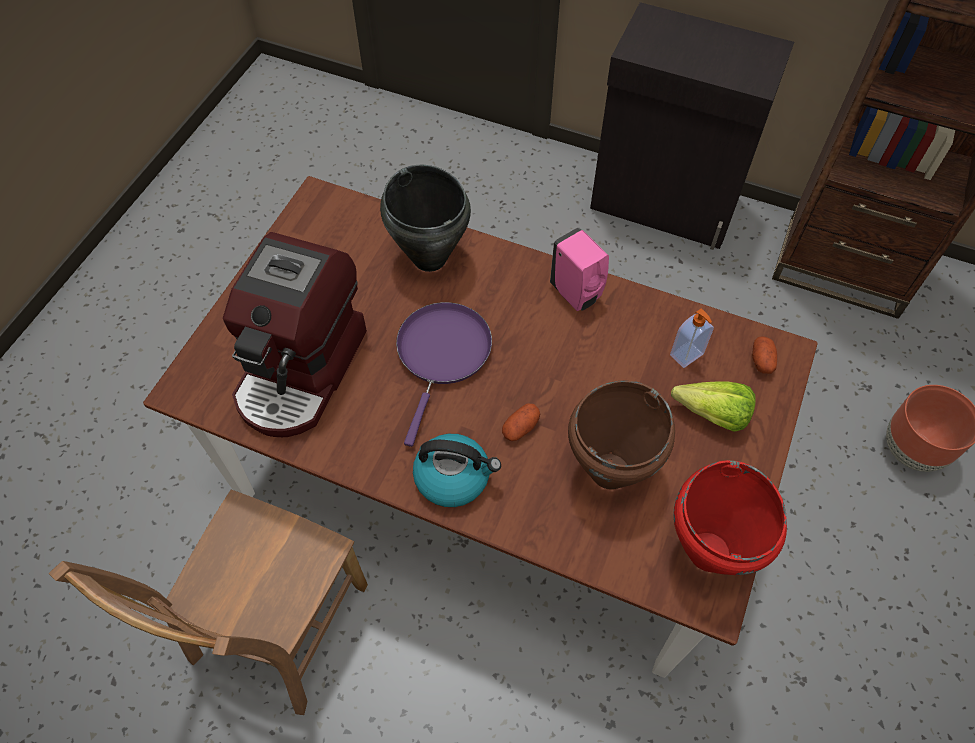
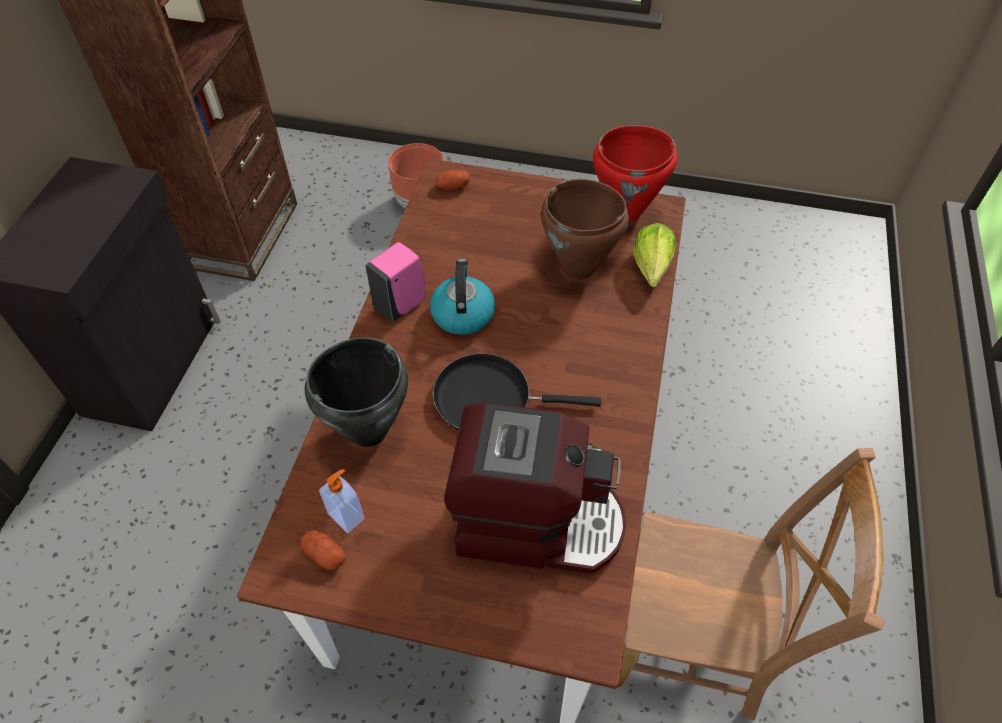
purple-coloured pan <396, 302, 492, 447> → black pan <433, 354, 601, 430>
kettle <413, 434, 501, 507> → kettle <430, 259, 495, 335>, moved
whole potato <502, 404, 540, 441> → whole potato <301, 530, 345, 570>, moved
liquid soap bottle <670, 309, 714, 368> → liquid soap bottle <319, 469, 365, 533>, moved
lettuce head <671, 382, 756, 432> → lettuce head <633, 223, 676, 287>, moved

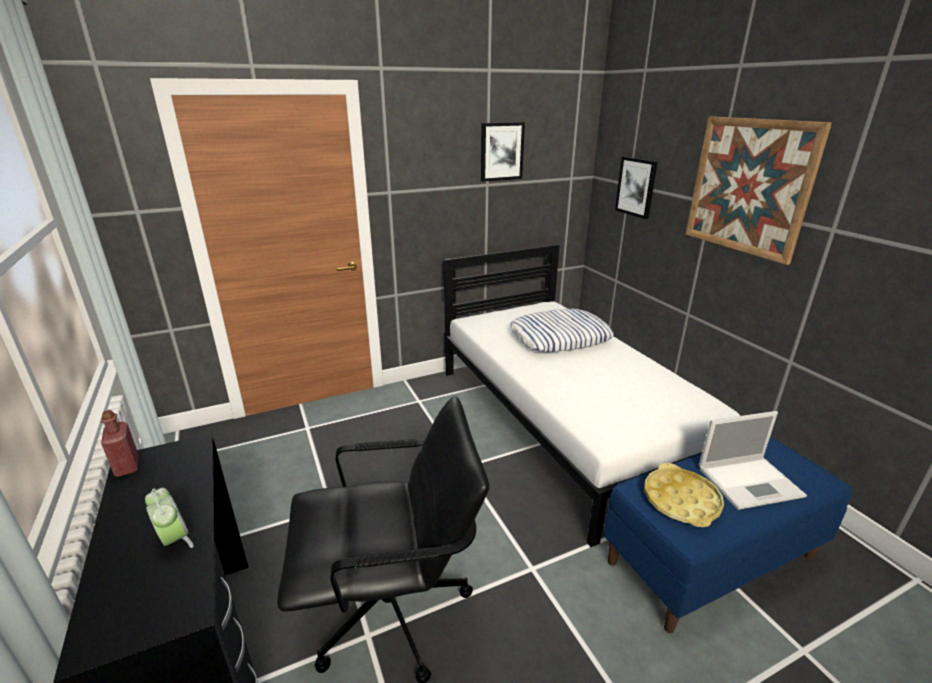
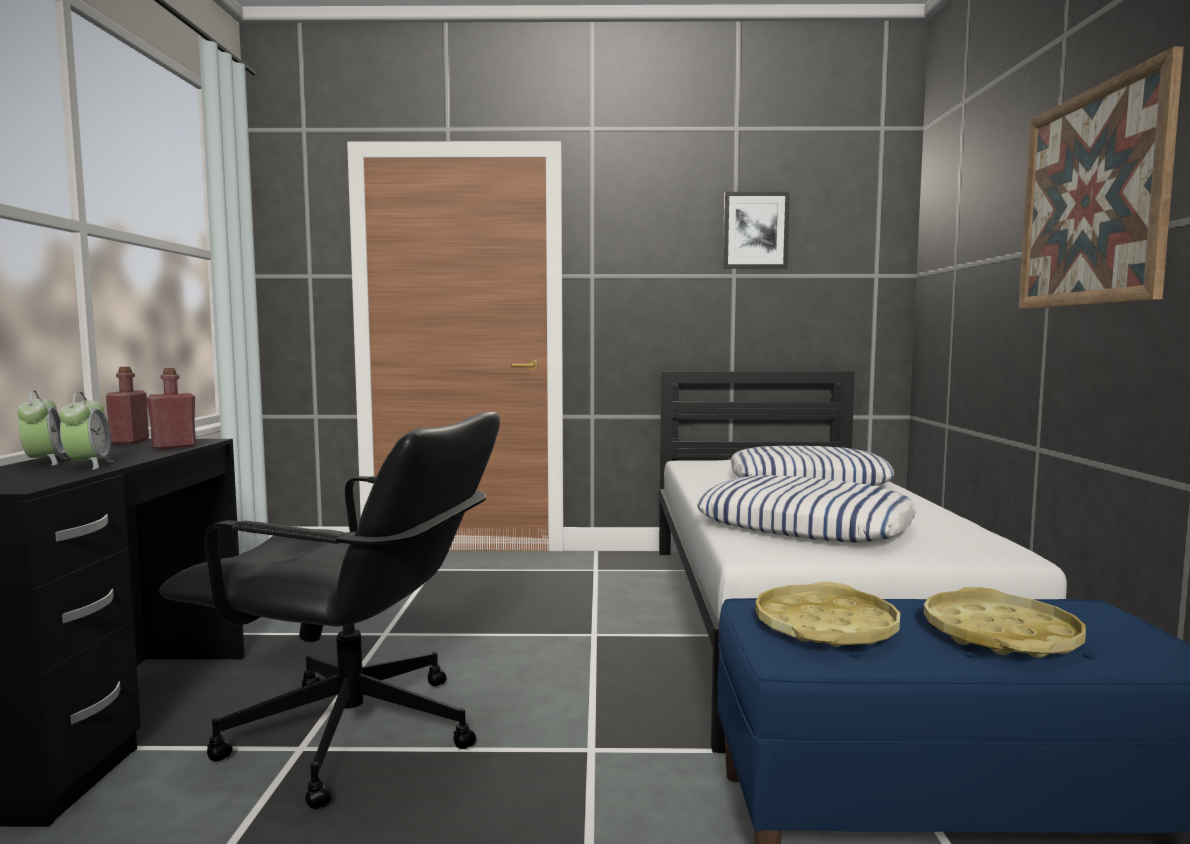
wall picture <615, 156, 657, 219> → -
laptop <699, 411, 807, 510> → yellow-coloured carrying tray <924, 587, 1086, 658>
- → table clock <18, 391, 66, 465>
- → red bottle <146, 368, 196, 450>
- → pillow <697, 475, 916, 543>

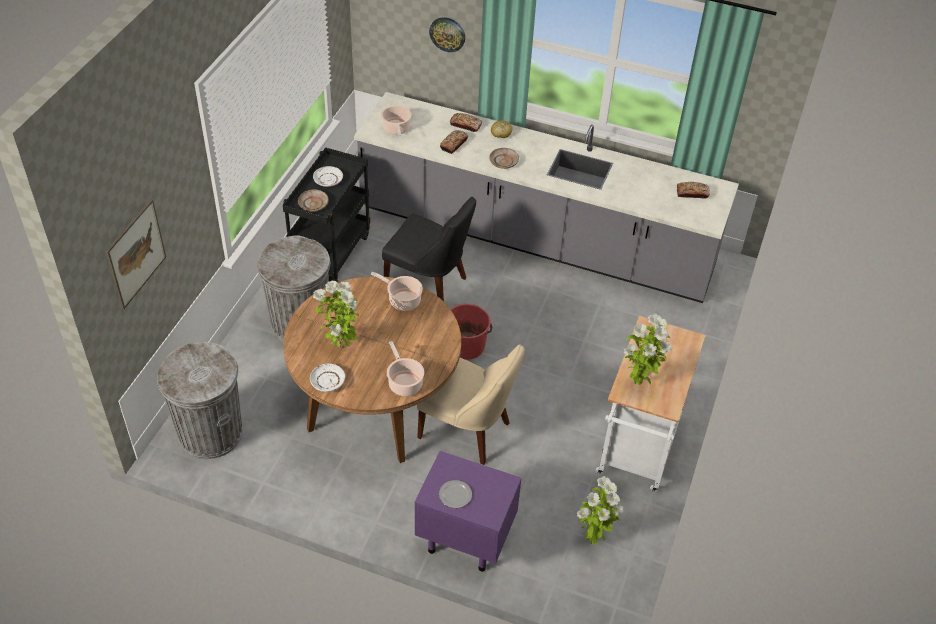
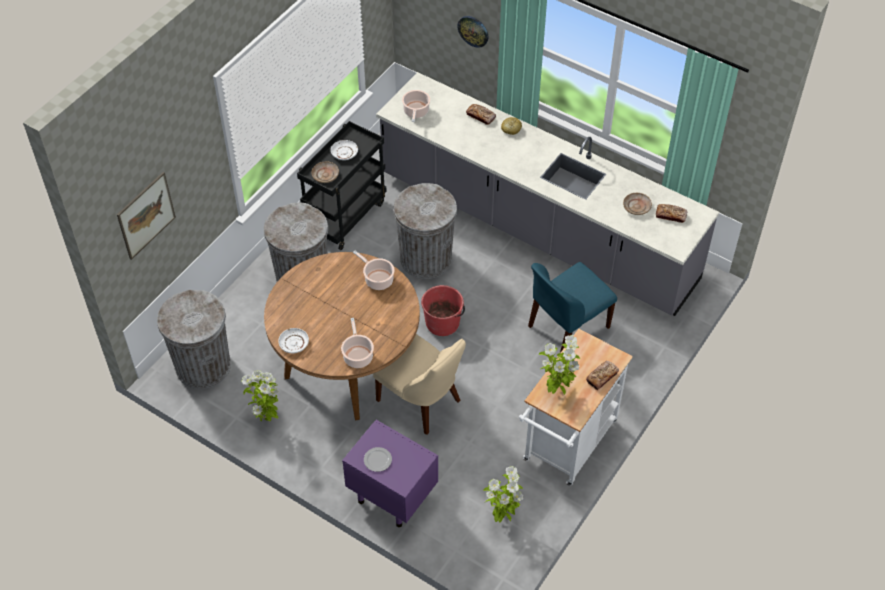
houseplant <313, 281, 359, 348> → houseplant <241, 370, 278, 422>, moved
black chair <382, 197, 476, 302> → grey trash can <393, 183, 457, 279>
bread <440, 130, 468, 154> → bread <586, 361, 619, 390>, moved
sand-coloured flat dish <489, 148, 519, 169> → sand-coloured flat dish <623, 193, 652, 215>, moved
- → blue-coloured chair <528, 262, 617, 353>

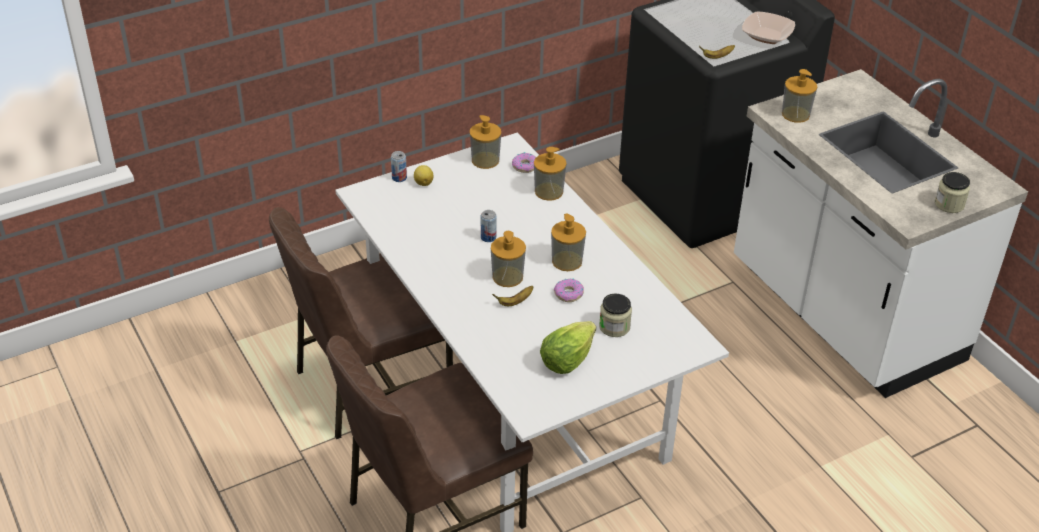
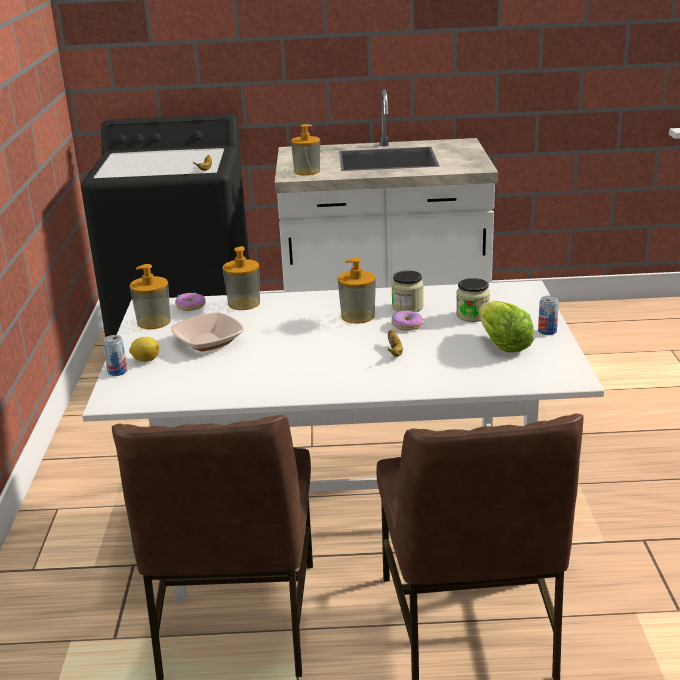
can <481, 210, 497, 242> → can <538, 296, 559, 335>, moved
liquid soap bottle <491, 231, 526, 287> → -
bowl <742, 11, 795, 44> → bowl <171, 312, 244, 351>, moved
storage jar <935, 172, 970, 213> → storage jar <391, 270, 424, 312>, moved

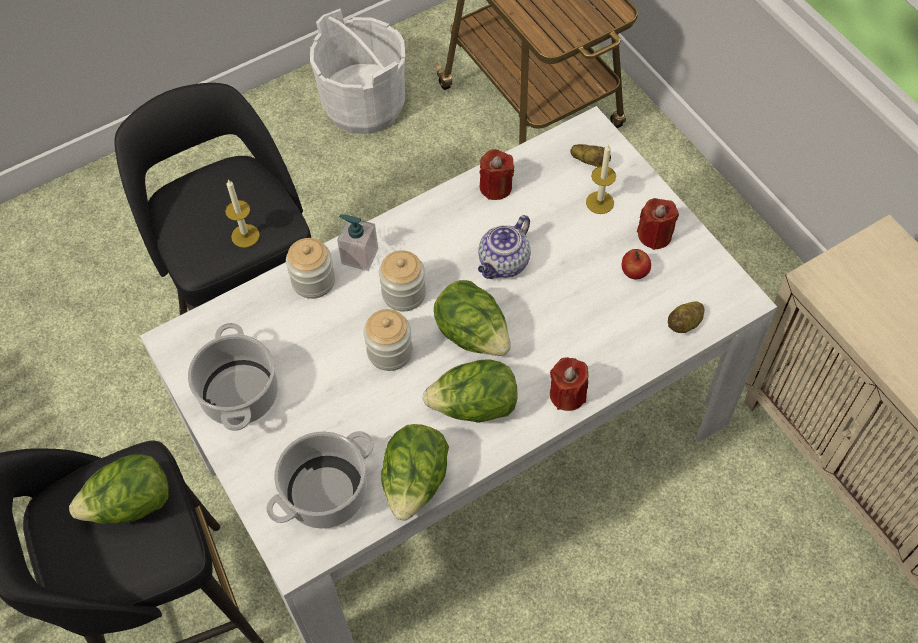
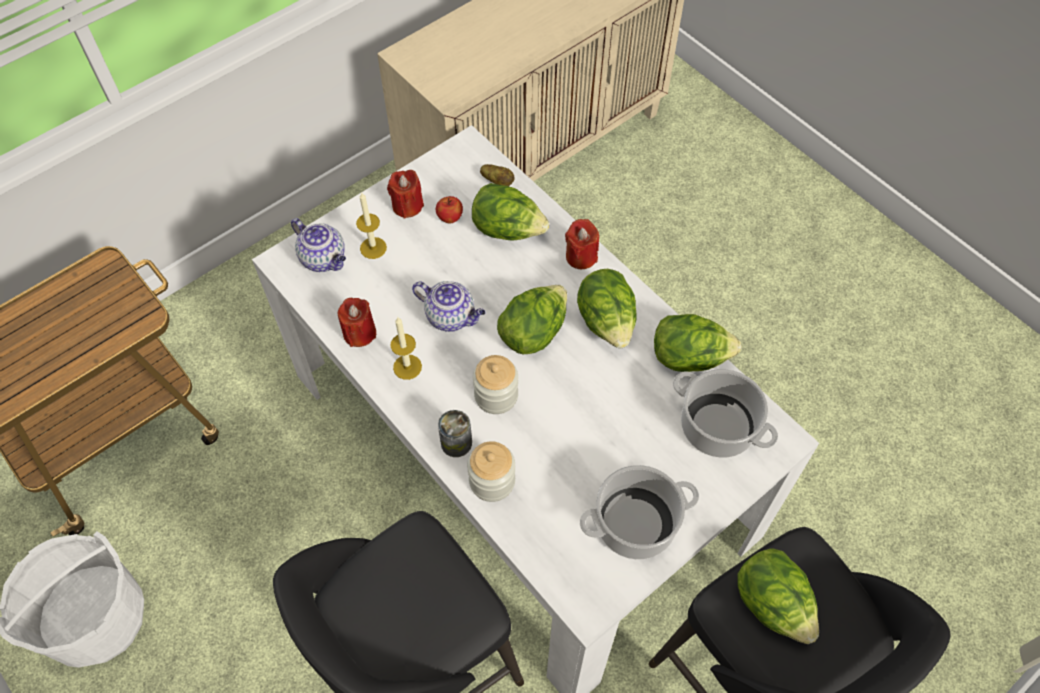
wax candle <225, 179, 260, 248> → wax candle <391, 317, 422, 380>, moved
liquid soap bottle <337, 214, 378, 271> → can <438, 410, 472, 457>
storage jar <364, 309, 413, 371> → -
whole potato <571, 144, 611, 167> → teapot <291, 218, 346, 272>
- → lettuce head <472, 183, 549, 240>

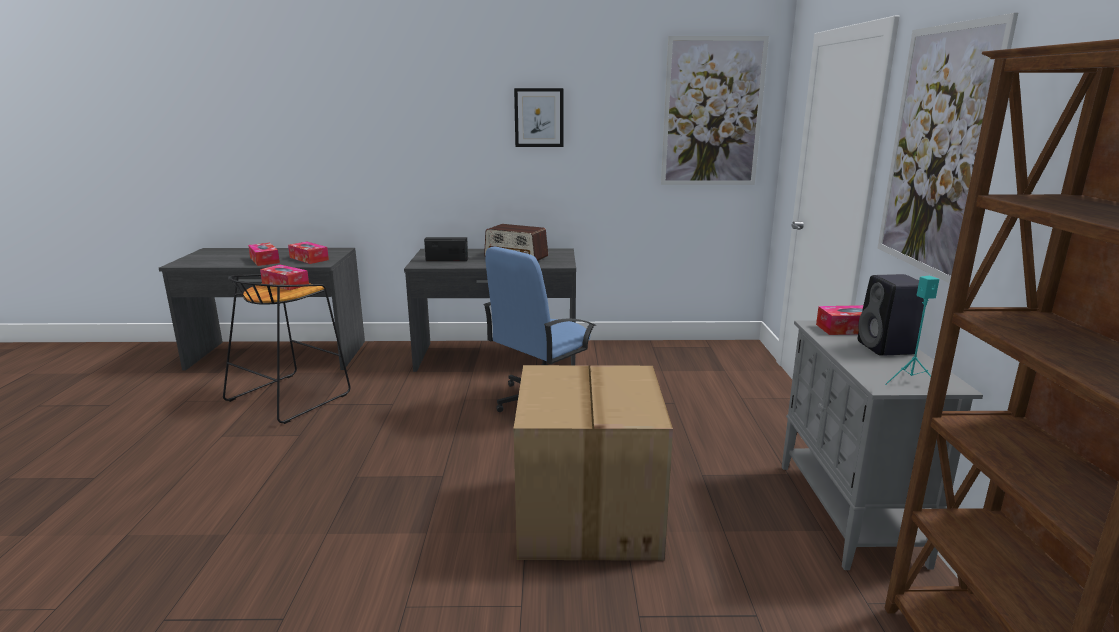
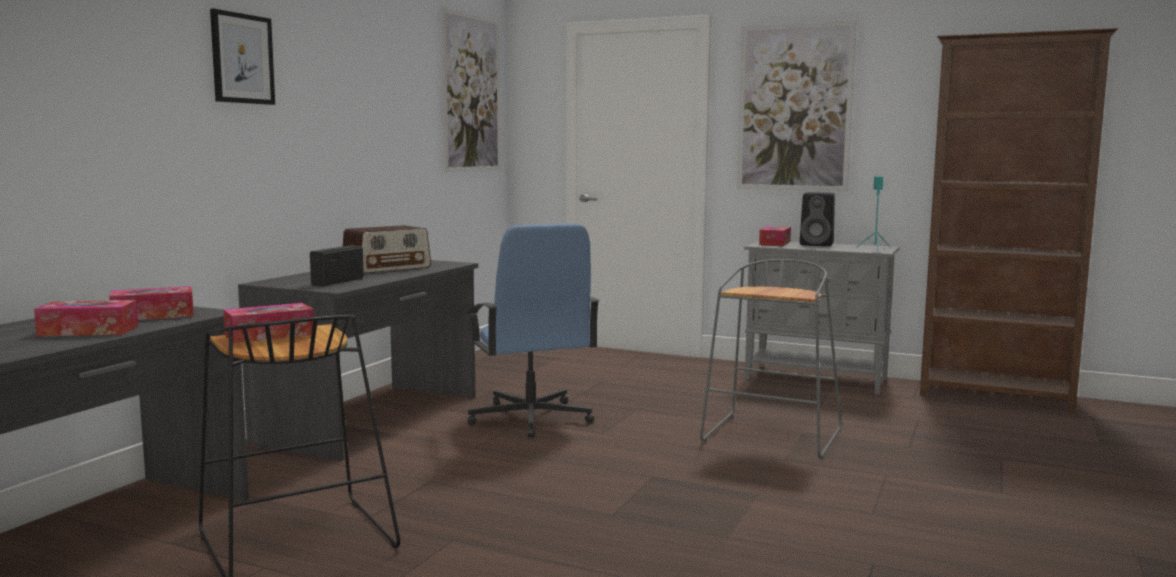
wall picture <514, 88, 564, 147> → wall picture <210, 8, 275, 105>, moved
cardboard box <514, 365, 673, 561> → grey stool <700, 259, 841, 460>

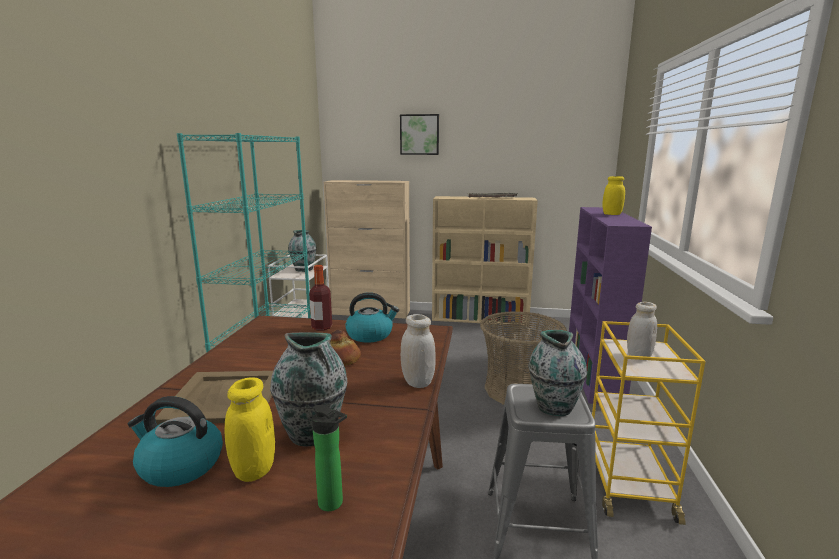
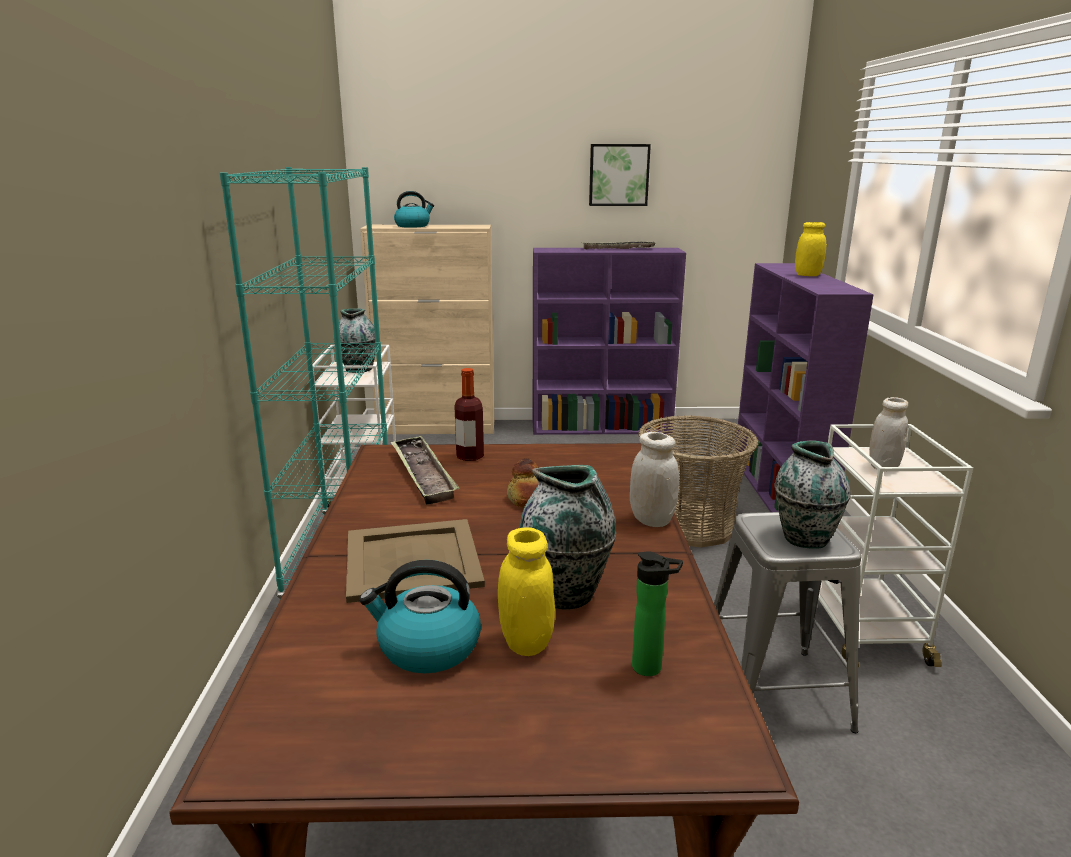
kettle <345, 292, 399, 342> → kettle <394, 191, 434, 228>, moved
wall picture <400, 114, 439, 155> → wall picture <589, 144, 651, 206>, moved
sand-coloured bookshelf <432, 196, 538, 325> → purple-coloured bookshelf <533, 248, 686, 435>
yellow-coloured cart <592, 321, 706, 525> → white-coloured cart <818, 424, 973, 668>
- → carrying tray <390, 436, 460, 505>

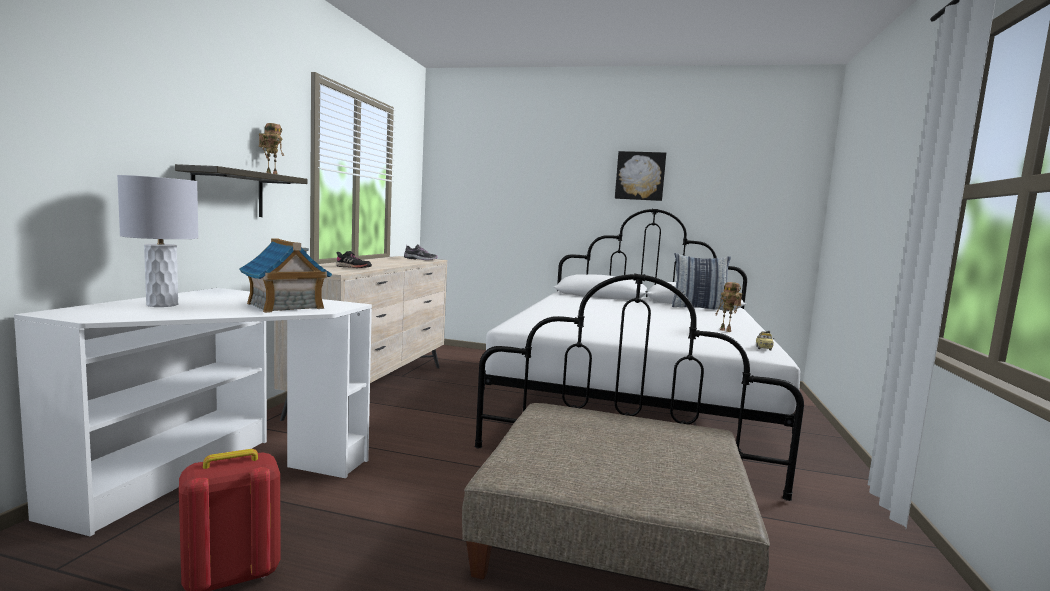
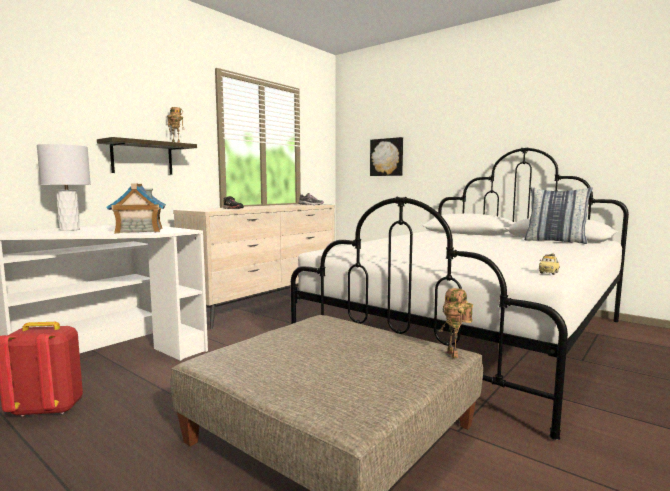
wall picture <615, 151, 666, 201> → wall picture <370, 137, 403, 176>, moved
model robot <715, 282, 742, 332> → model robot <439, 288, 473, 358>, moved

